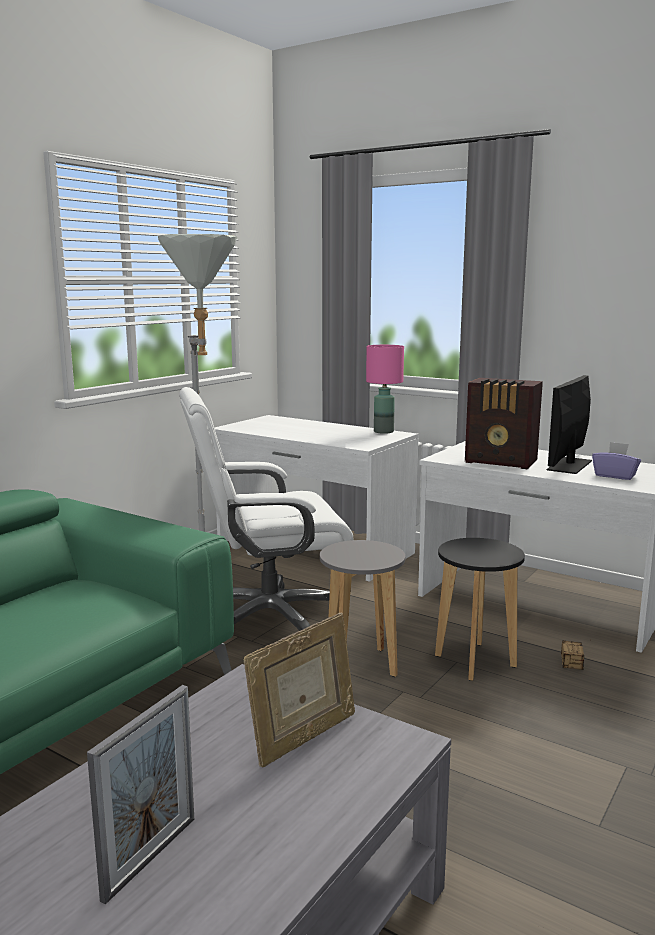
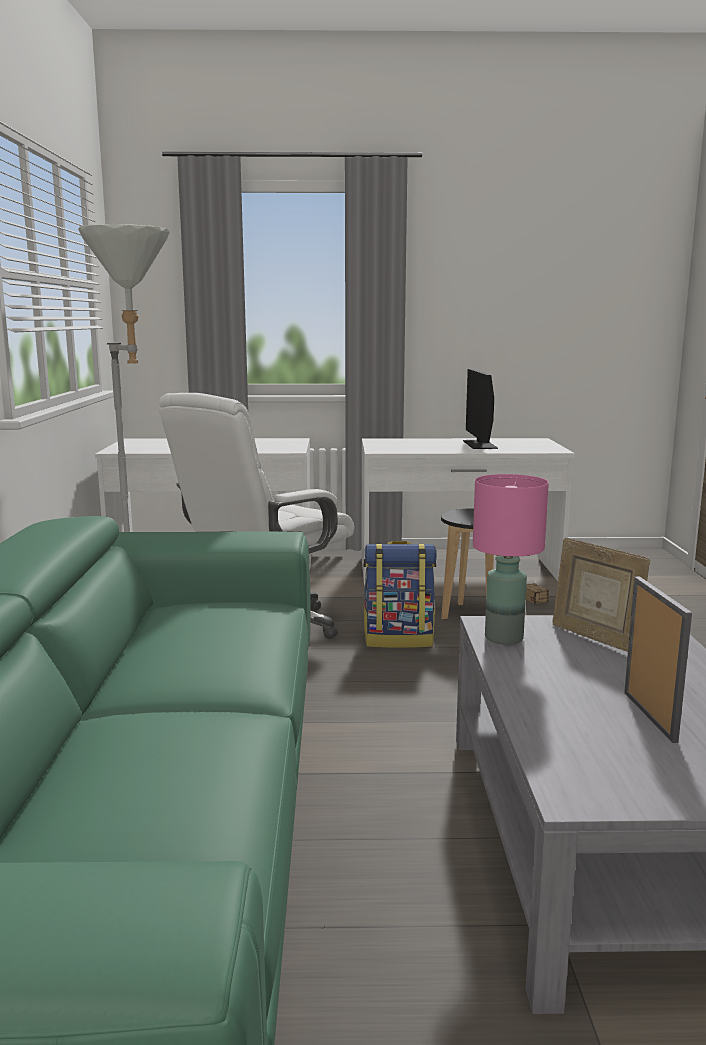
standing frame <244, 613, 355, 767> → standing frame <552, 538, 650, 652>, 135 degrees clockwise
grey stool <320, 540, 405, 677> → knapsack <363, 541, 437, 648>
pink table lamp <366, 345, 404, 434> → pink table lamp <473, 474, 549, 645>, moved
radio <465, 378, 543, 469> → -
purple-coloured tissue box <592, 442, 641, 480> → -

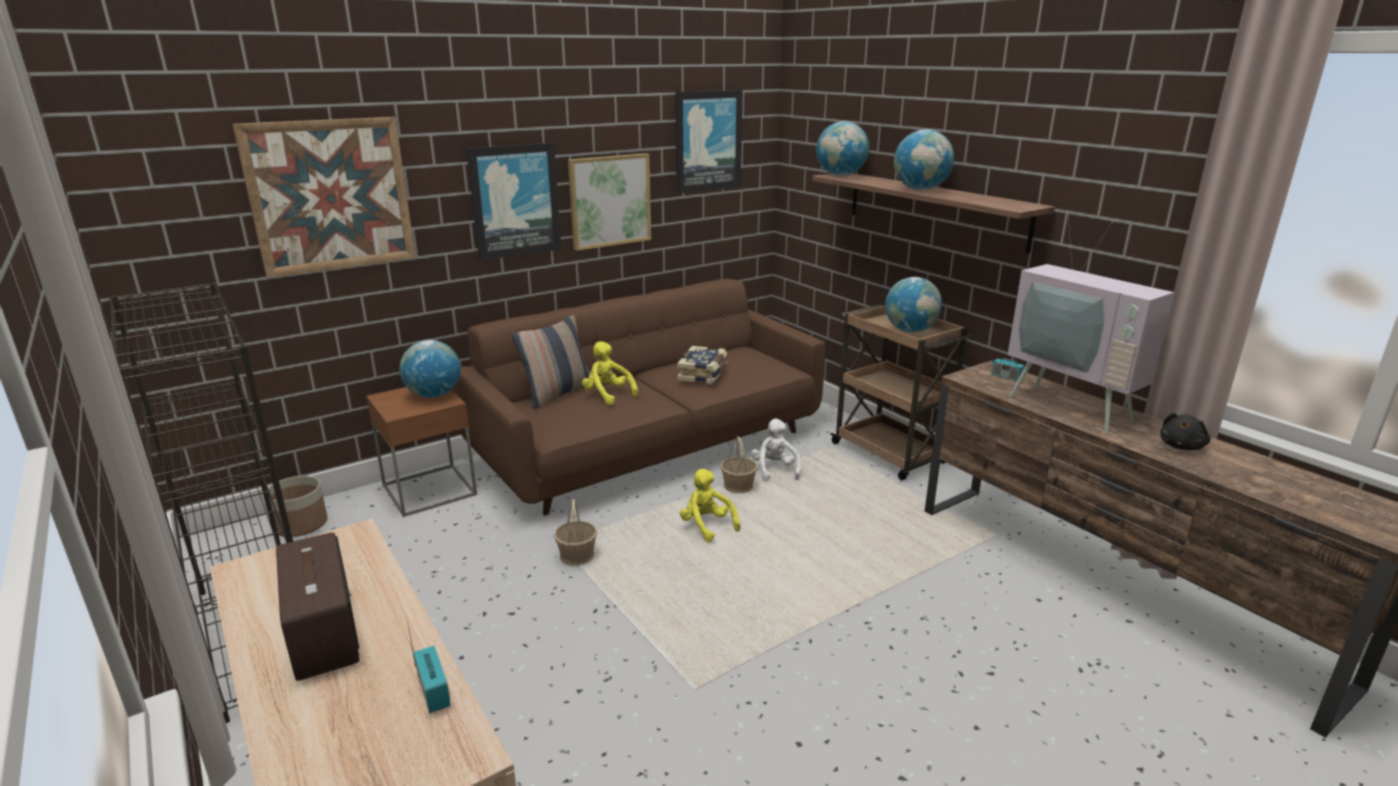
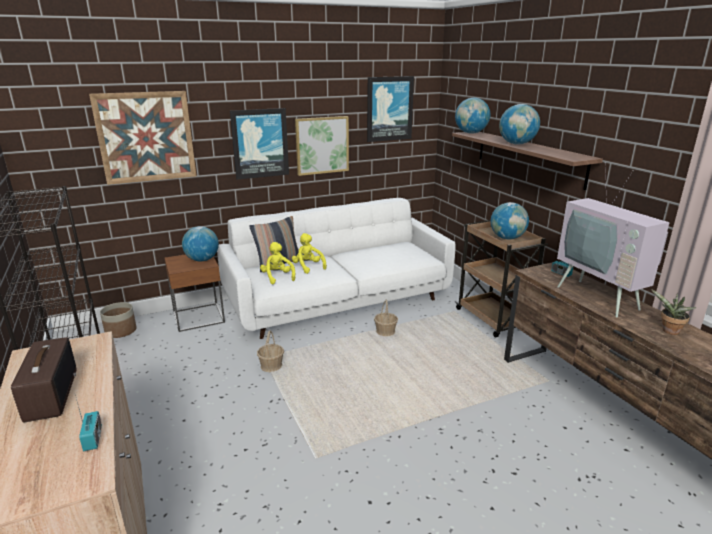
brown sofa <453, 279, 825, 516> → white-coloured sofa <217, 198, 456, 339>
bound book <677, 346, 727, 384> → -
yellow-coloured soft toy <680, 469, 740, 542> → yellow-coloured soft toy <260, 242, 295, 284>, moved
white-coloured soft toy <751, 419, 801, 481> → -
black soft toy <1160, 413, 1210, 450> → houseplant <651, 289, 696, 335>

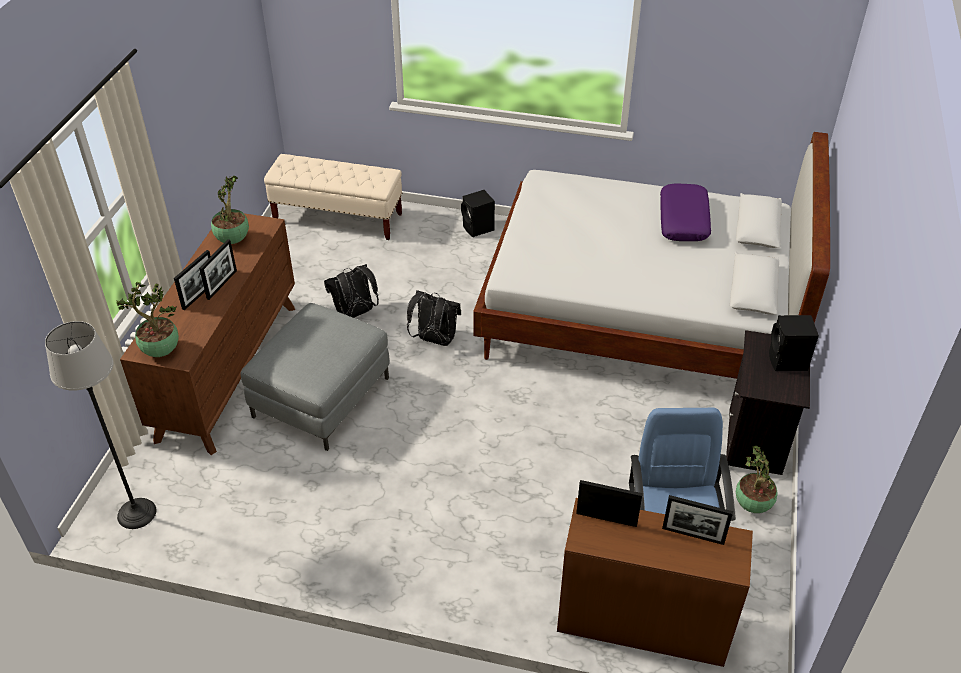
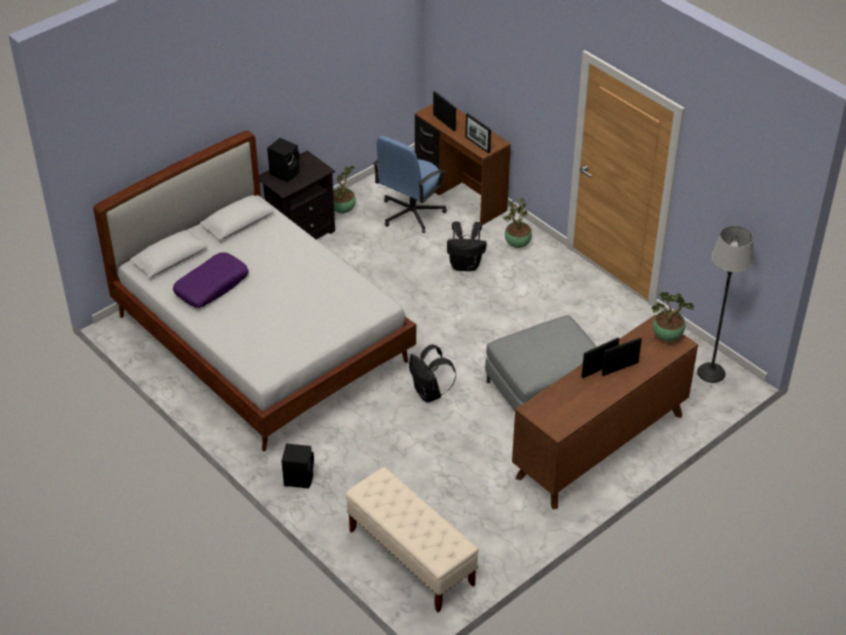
houseplant <211, 176, 249, 244> → houseplant <503, 197, 532, 248>, moved
black knapsack <324, 264, 379, 318> → black knapsack <447, 222, 487, 271>, moved

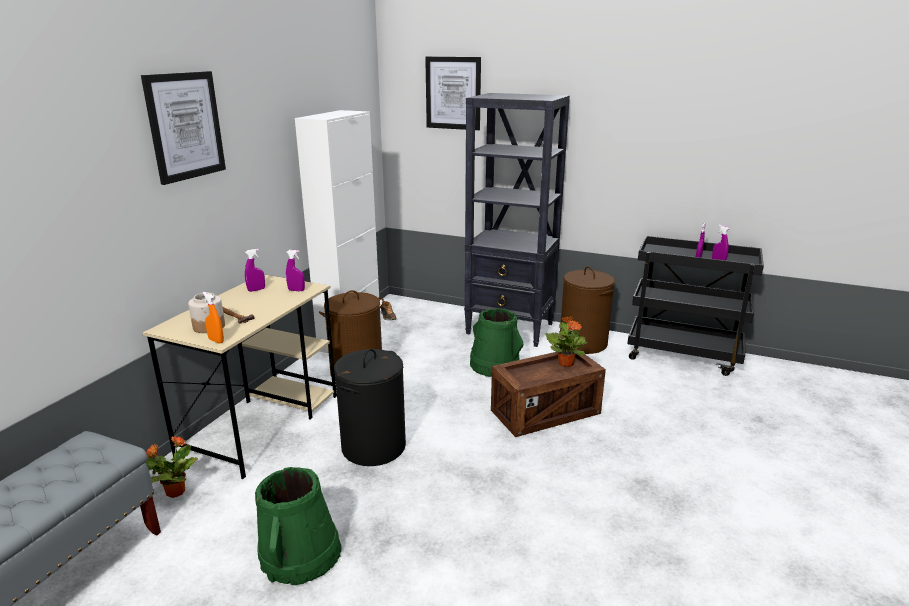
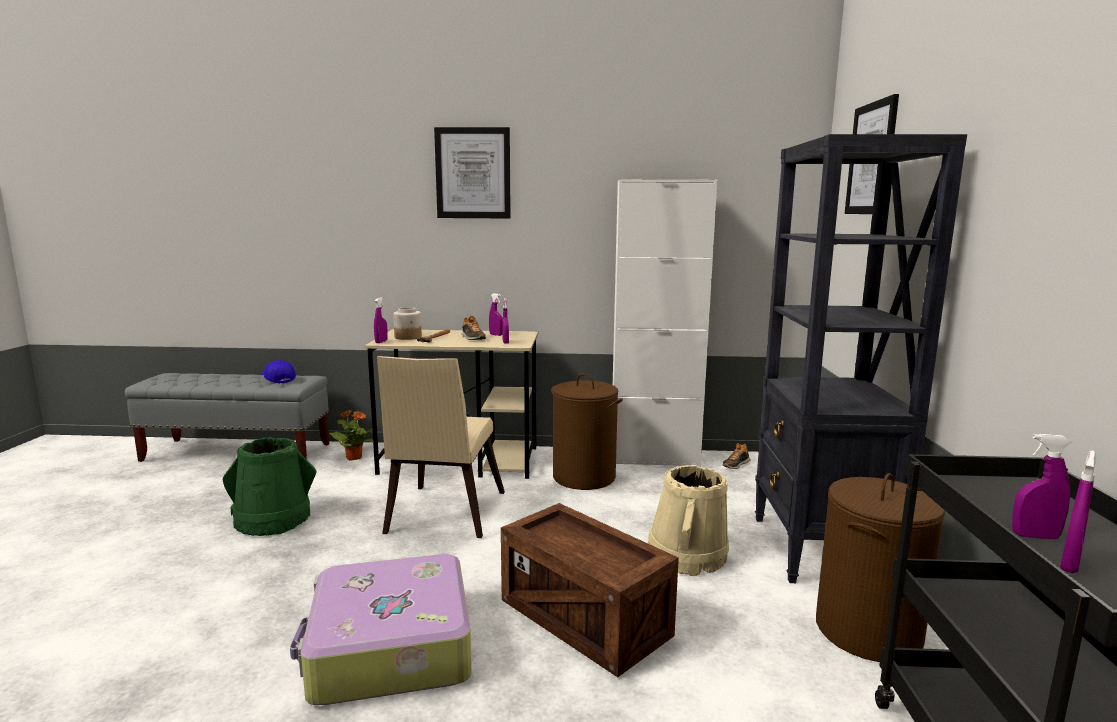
orange hand sprayer <203, 292, 224, 344> → purple-coloured hand sprayer <374, 297, 388, 343>
black washing basket <334, 349, 406, 466> → sand-coloured chair <377, 356, 505, 538>
greenish pail <470, 308, 523, 377> → sand-coloured pail <648, 465, 729, 576>
houseplant <545, 316, 588, 367> → -
- → blue-coloured peaked cap <262, 360, 296, 384>
- → piece of luggage <290, 554, 472, 705>
- → shoe <461, 315, 486, 340>

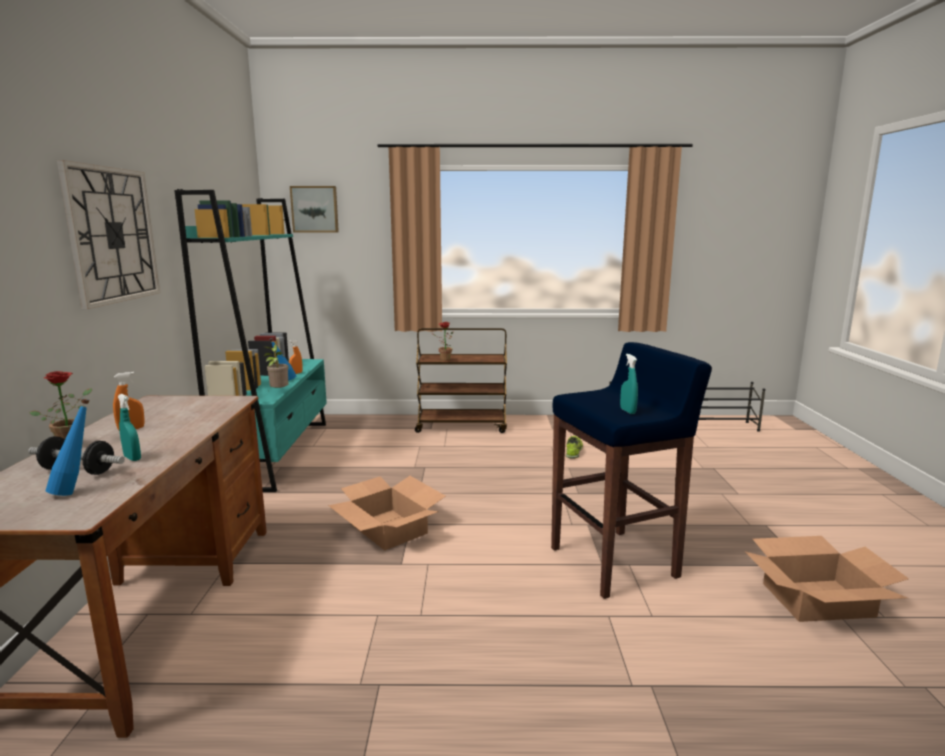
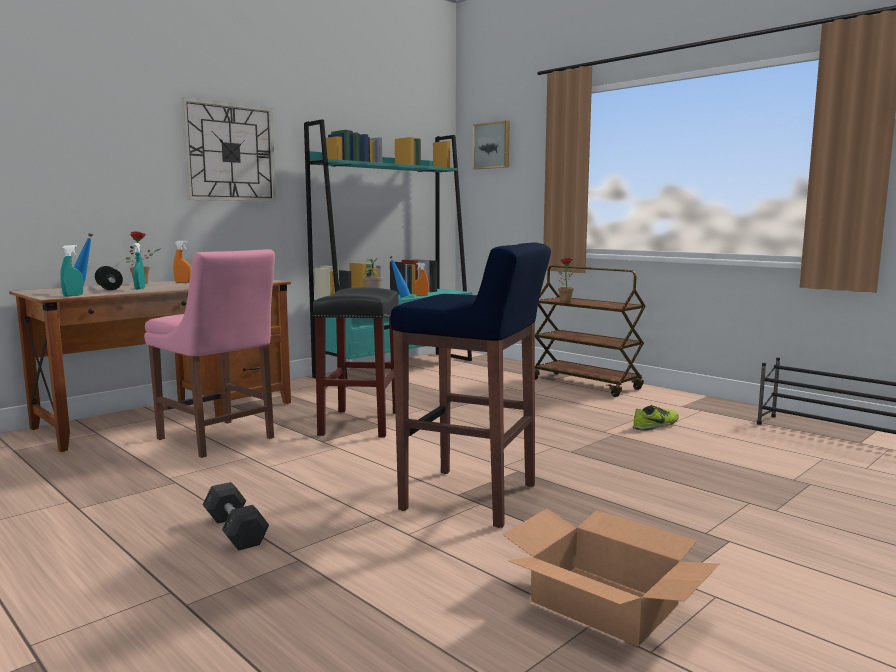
cardboard box <328, 476, 446, 551> → black stool <313, 287, 399, 438>
turquoise hand sprayer <620, 354, 638, 414> → turquoise hand sprayer <60, 245, 83, 297>, moved
- → pink chair <144, 249, 275, 458>
- → grey hand weight <202, 482, 269, 551>

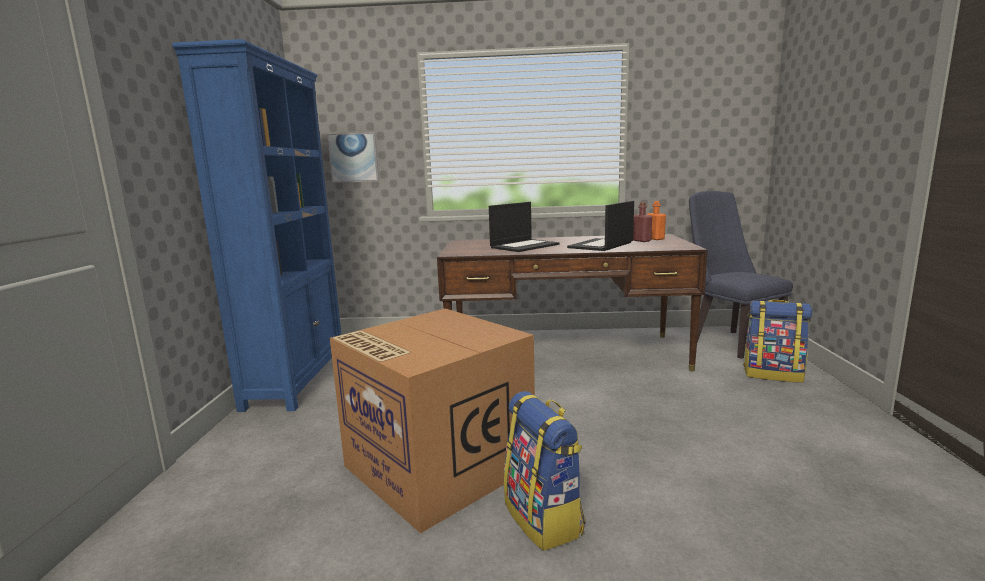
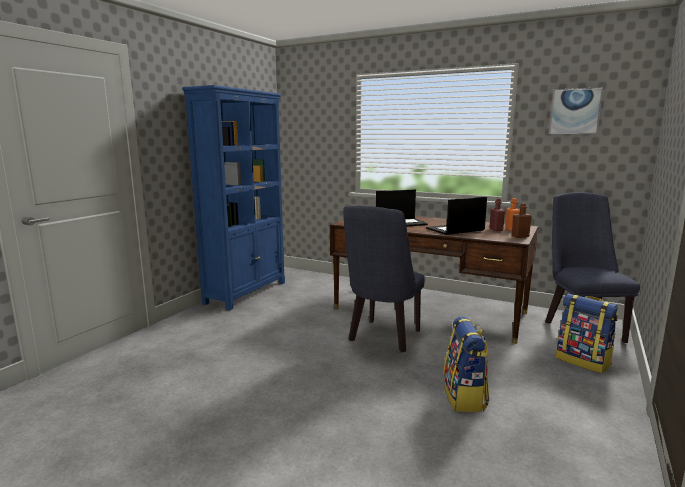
wall picture <327, 132, 379, 183> → wall picture <549, 87, 603, 134>, moved
cardboard box <330, 308, 535, 533> → -
knapsack <504, 391, 585, 551> → knapsack <443, 316, 489, 412>, moved
- → blue-coloured chair <343, 206, 425, 352>
- → brown bottle <512, 203, 532, 238>

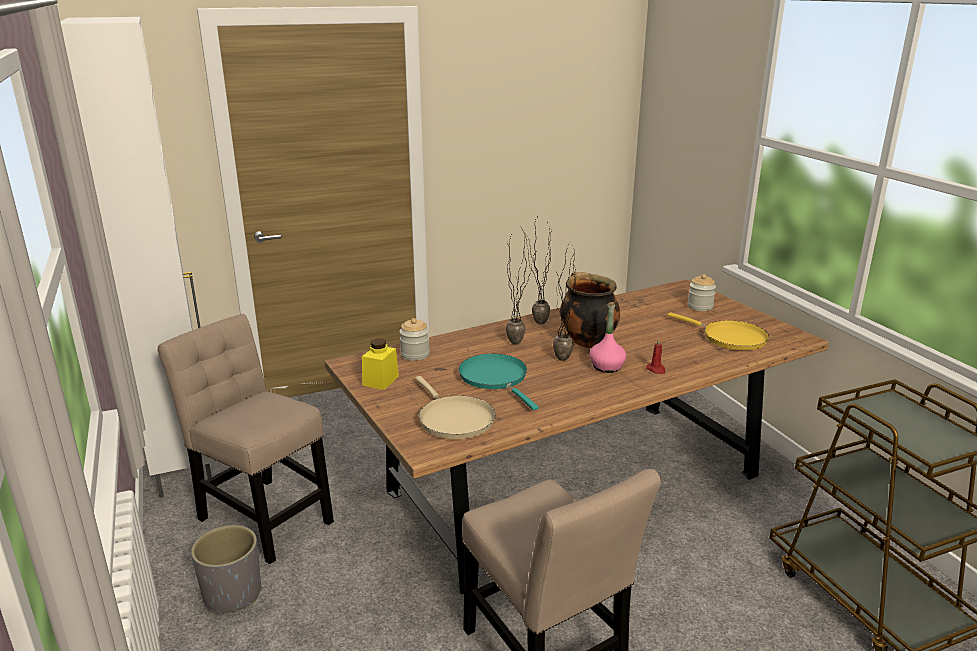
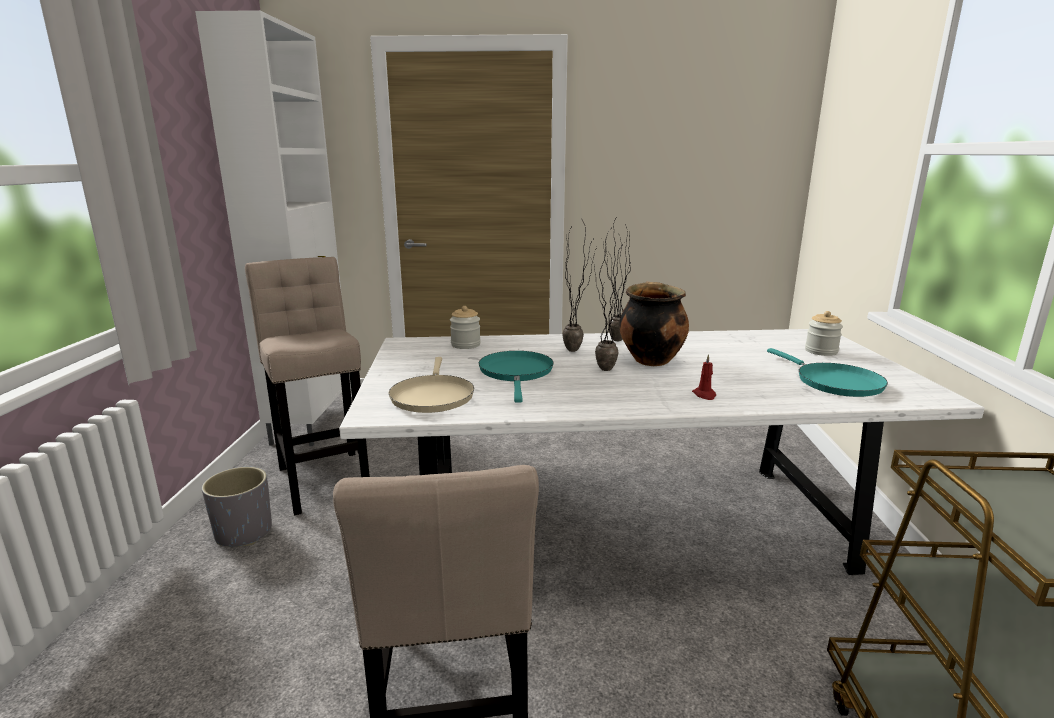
sand-coloured chair <158, 314, 334, 564> → sand-coloured stool <245, 257, 370, 515>
brown kitchen table <325, 279, 829, 595> → white-coloured kitchen table <339, 329, 985, 575>
yellow-coloured storage jar <362, 339, 399, 390> → -
pink bottle <589, 302, 626, 373> → -
yellow-coloured pan <667, 312, 769, 350> → turquoise pan <767, 348, 888, 397>

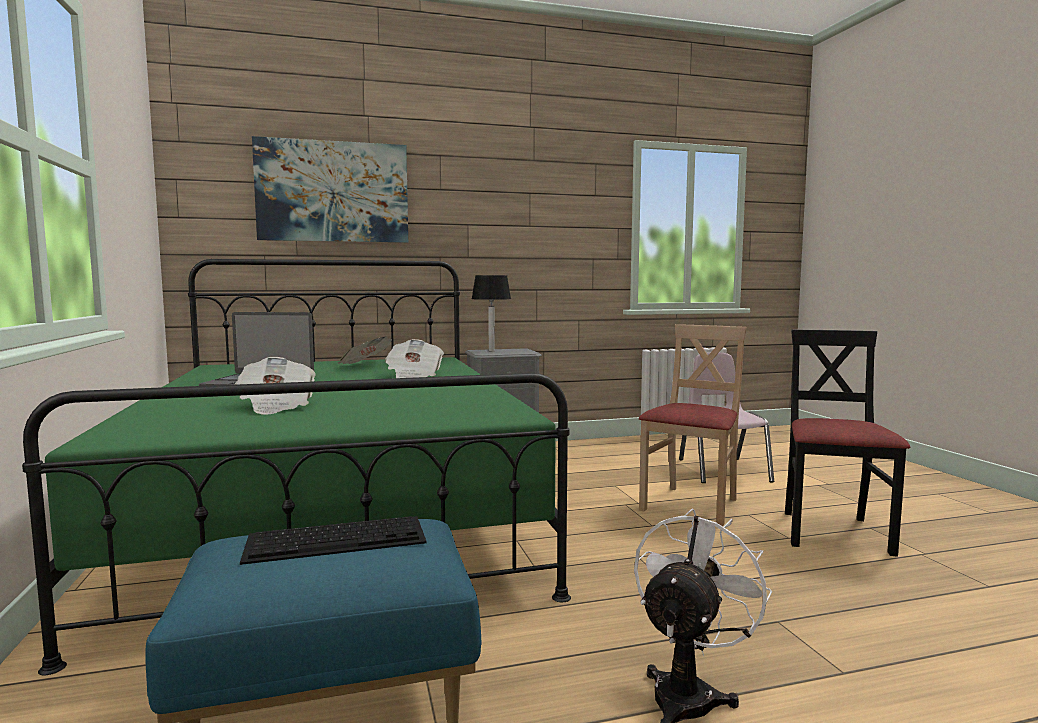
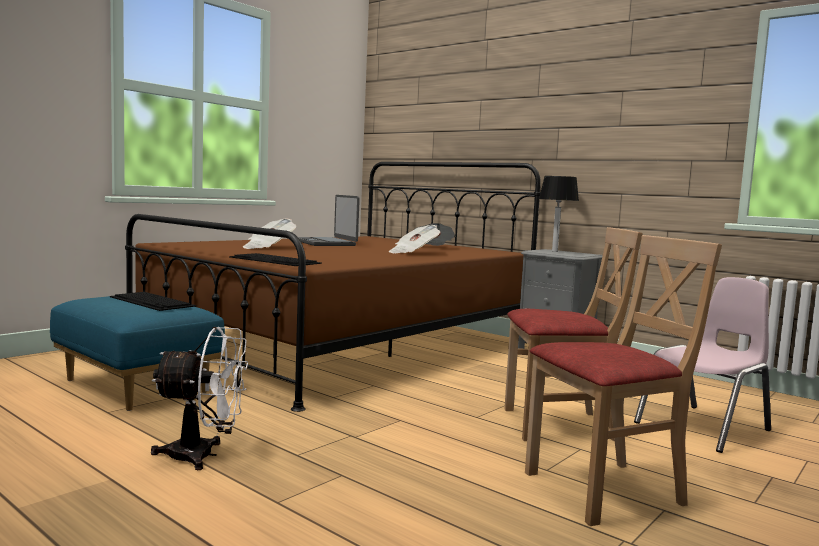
greenish bed <22, 259, 571, 676> → brown bed <125, 162, 541, 412>
wall picture <252, 136, 408, 243> → -
black chair <785, 330, 910, 557> → sand-coloured chair <525, 235, 722, 526>
- → PC keyboard <229, 253, 322, 266>

